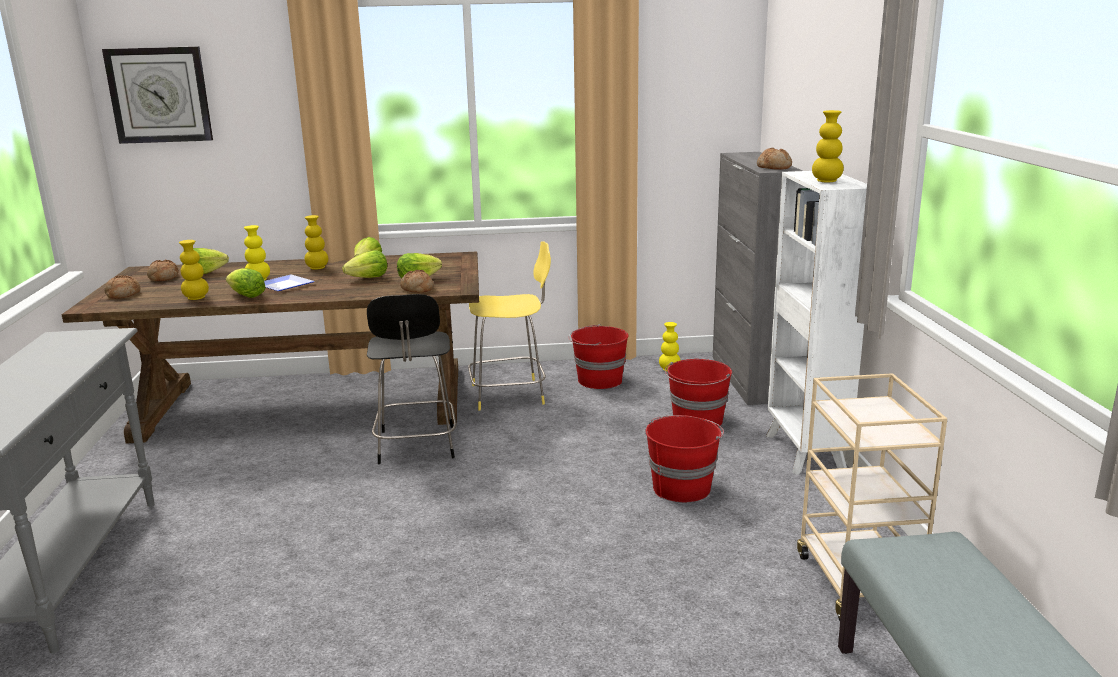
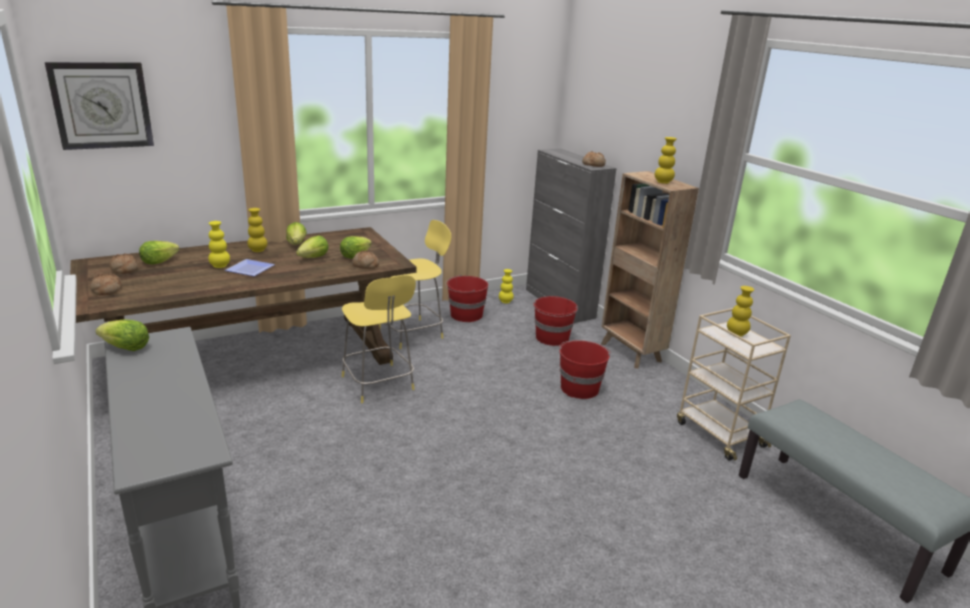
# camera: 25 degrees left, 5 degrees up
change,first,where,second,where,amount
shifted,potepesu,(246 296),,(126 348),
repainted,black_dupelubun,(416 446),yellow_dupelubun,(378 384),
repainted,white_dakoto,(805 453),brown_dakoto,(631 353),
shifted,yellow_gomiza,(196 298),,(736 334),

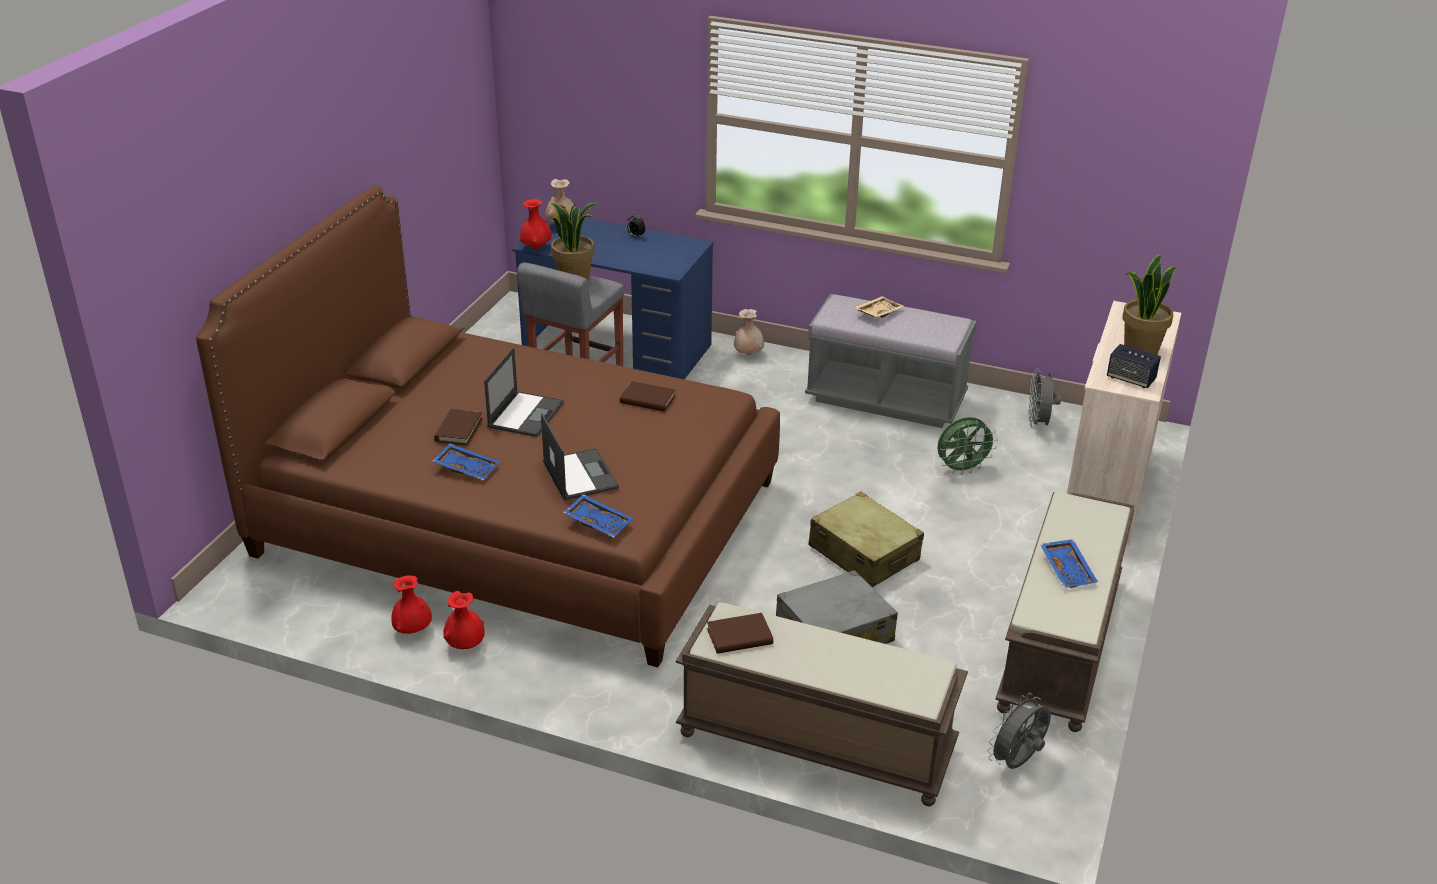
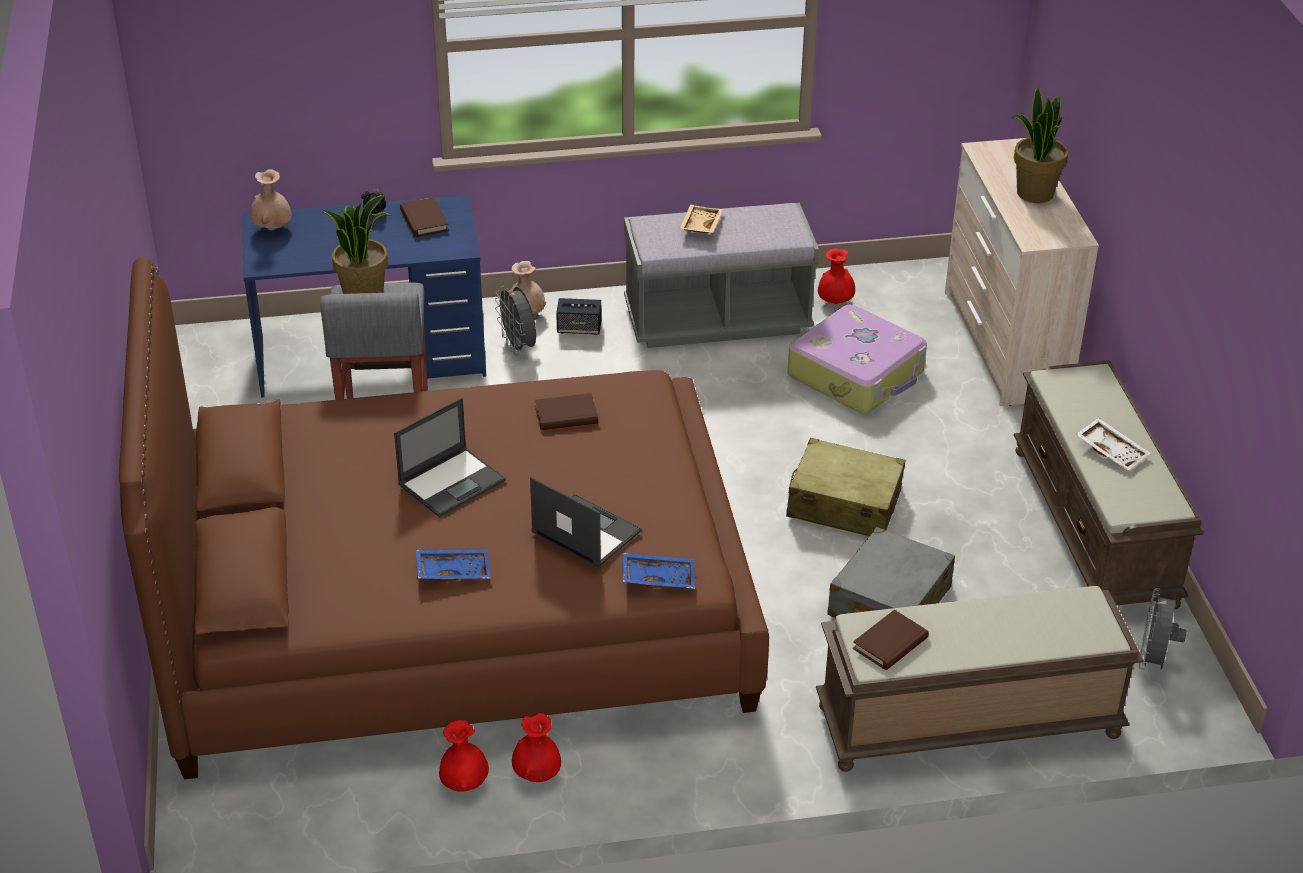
# camera: 30 degrees left, 5 degrees up
change,first,where,second,where,amount
rotated,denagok,(526 414),,(452 482),60 degrees clockwise
shifted,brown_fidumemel,(458 430),,(424 220),
shifted,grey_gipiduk,(1038 424),,(519 347),
shifted,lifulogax,(1130 379),,(579 328),
swapped,green_gipiduk,(962 469),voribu,(857 374),
shifted,red_gomiza,(536 248),,(835 302),
repainted,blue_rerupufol,(1068 570),white_rerupufol,(1112 450),

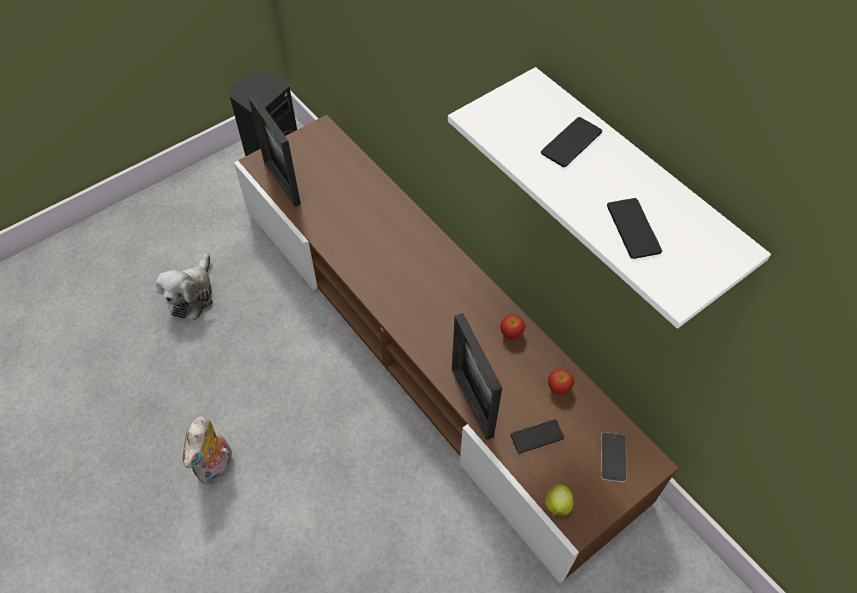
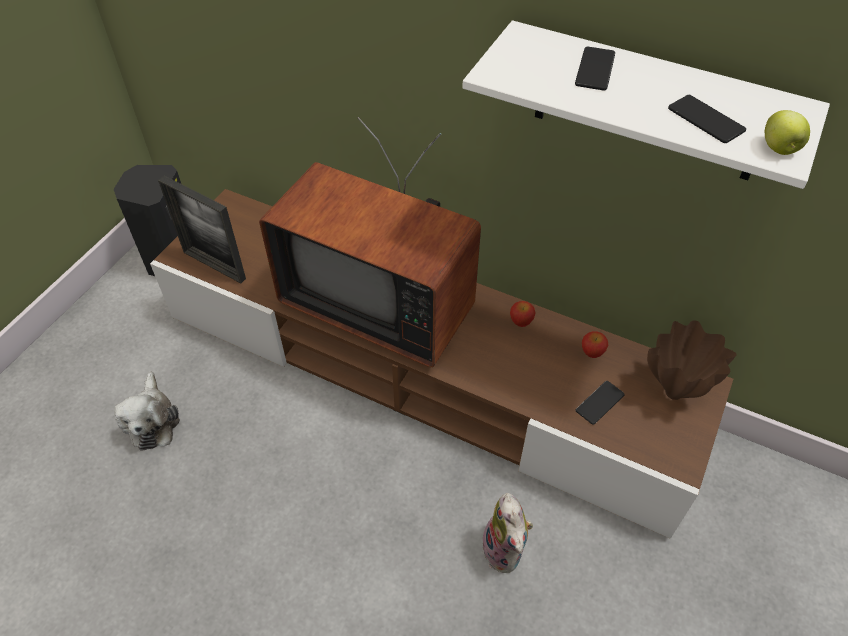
# camera: 25 degrees left, 5 degrees down
change,first,where,second,where,amount
new,,,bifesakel,(381 300),
shifted,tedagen,(216 467),,(505 550),
swapped,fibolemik,(613 457),brown_gomiza,(675 392),
shifted,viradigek,(557 506),,(779 149),
gone,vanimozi,(472 403),,,

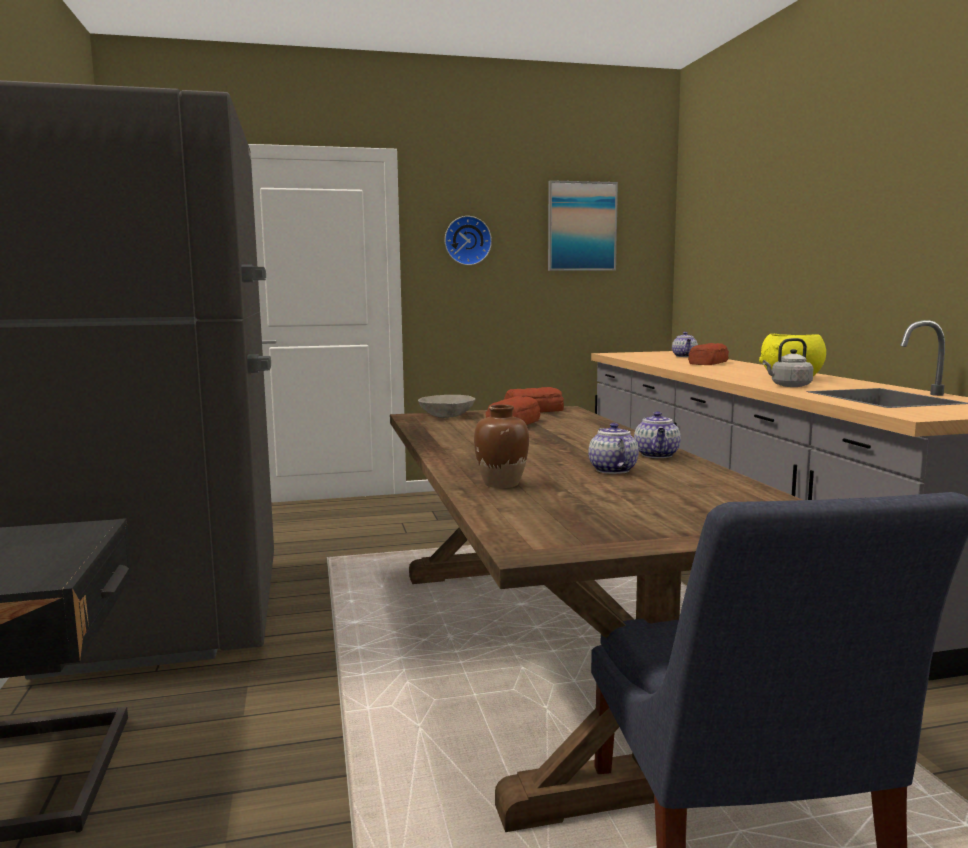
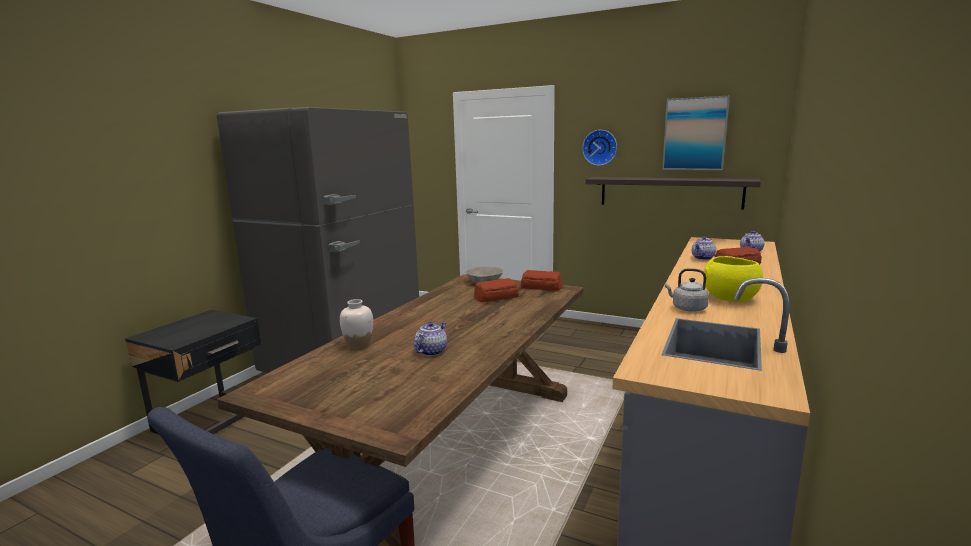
# camera: 40 degrees right, 5 degrees up
change,first,where,second,where,amount
repainted,brown_gomiza,(502 484),white_gomiza,(359 345),
new,,,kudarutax,(669 192),
shifted,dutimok,(657 455),,(703 258),

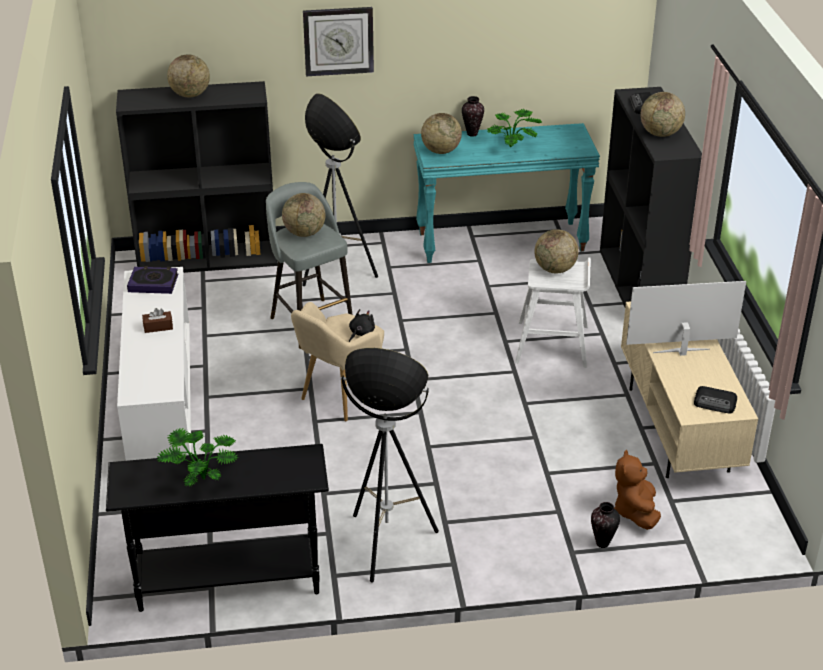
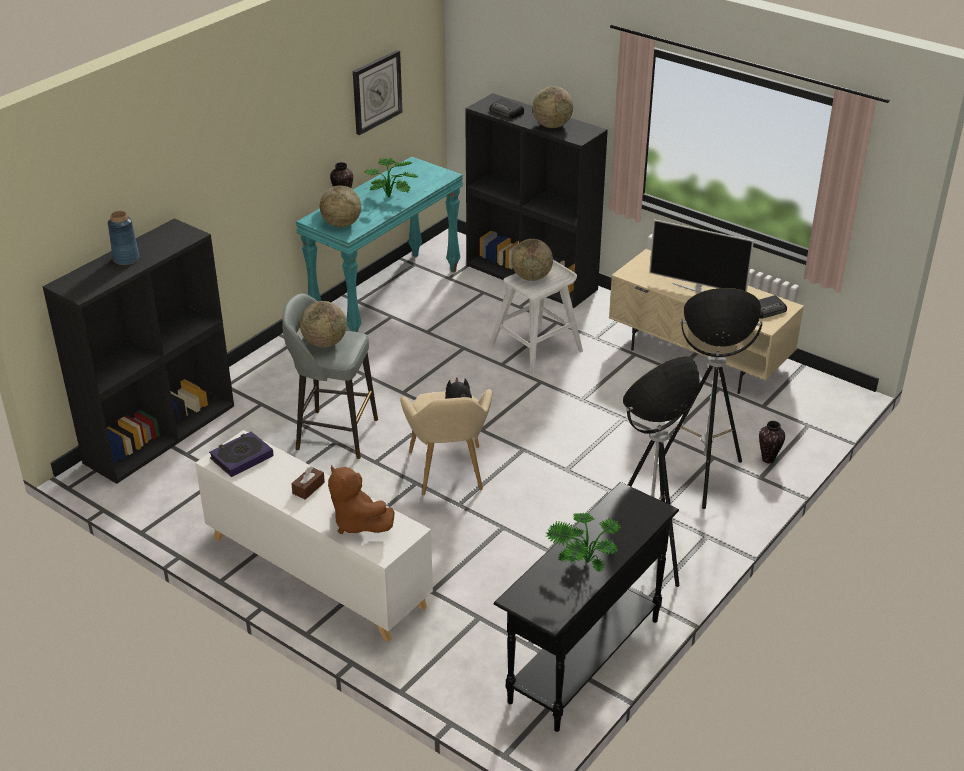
# camera: 45 degrees left, 0 degrees up
change,first,where,second,where,amount
swapped,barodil,(190 95),blue_gomiza,(126 259),
shifted,brown_tedagen,(635 511),,(358 523),
shifted,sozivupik,(338 41),,(376 92),
rotated,bifesakel,(681 352),,(697 289),105 degrees counterclockwise
shifted,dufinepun,(336 271),,(701 477),

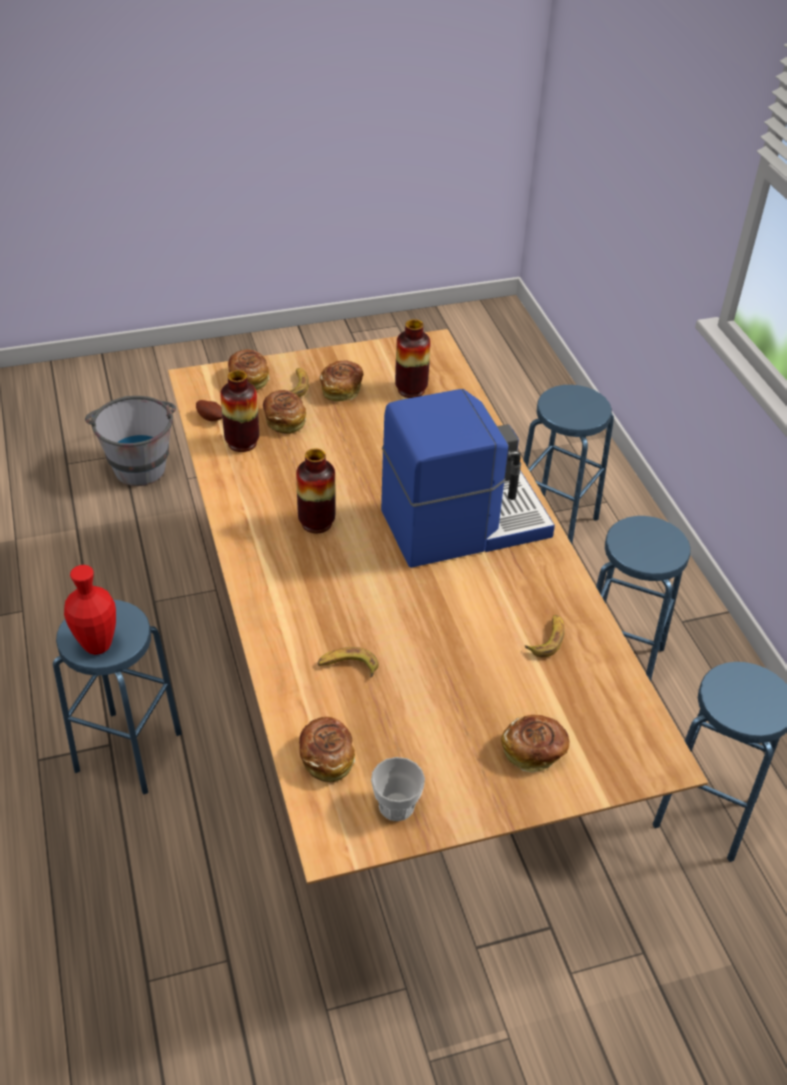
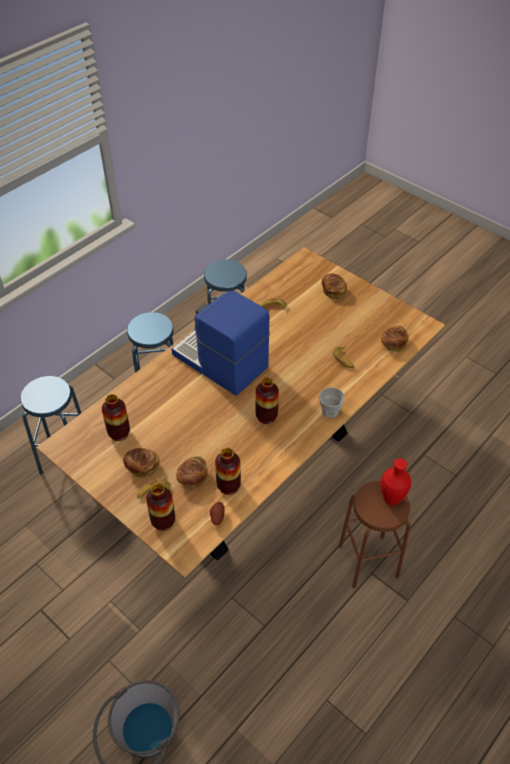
# camera: 120 degrees left, 5 degrees up
change,first,where,second,where,amount
swapped,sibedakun,(249 379),gomiza,(163 521),
shifted,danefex,(396 806),,(330 411),
repainted,blue_dupelubun,(128 751),brown_dupelubun,(368 561),

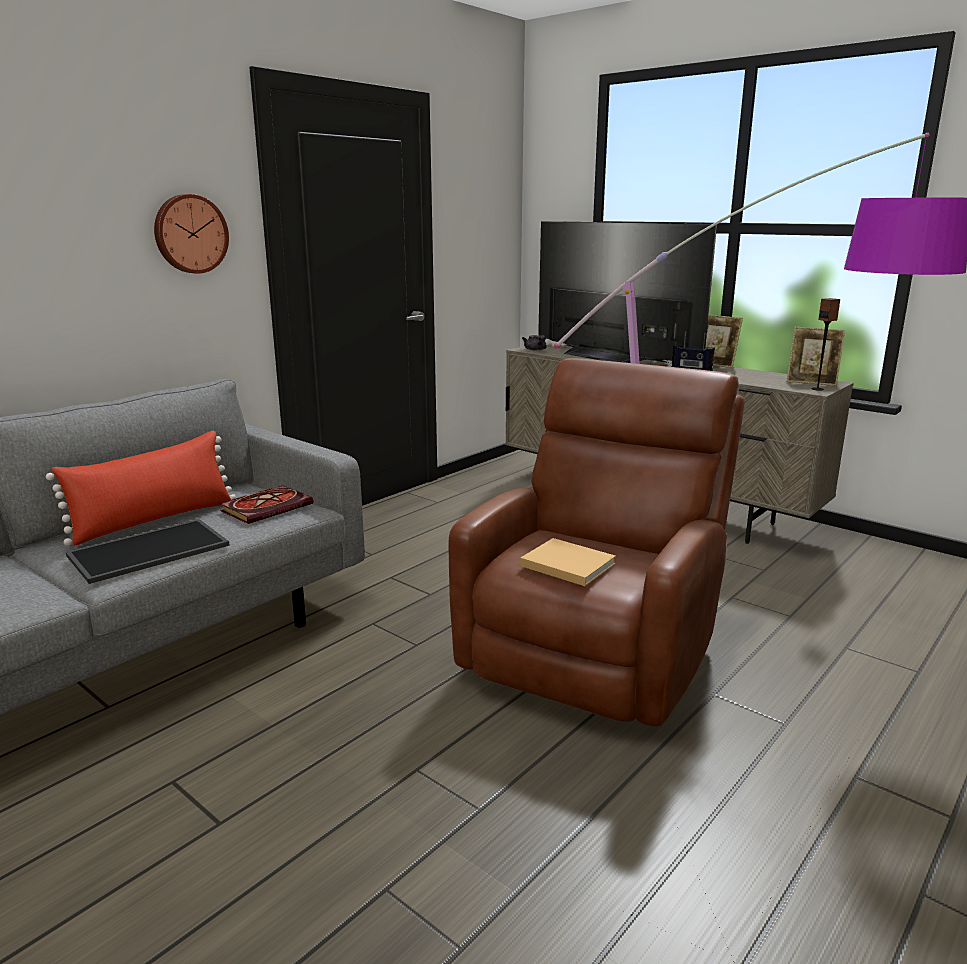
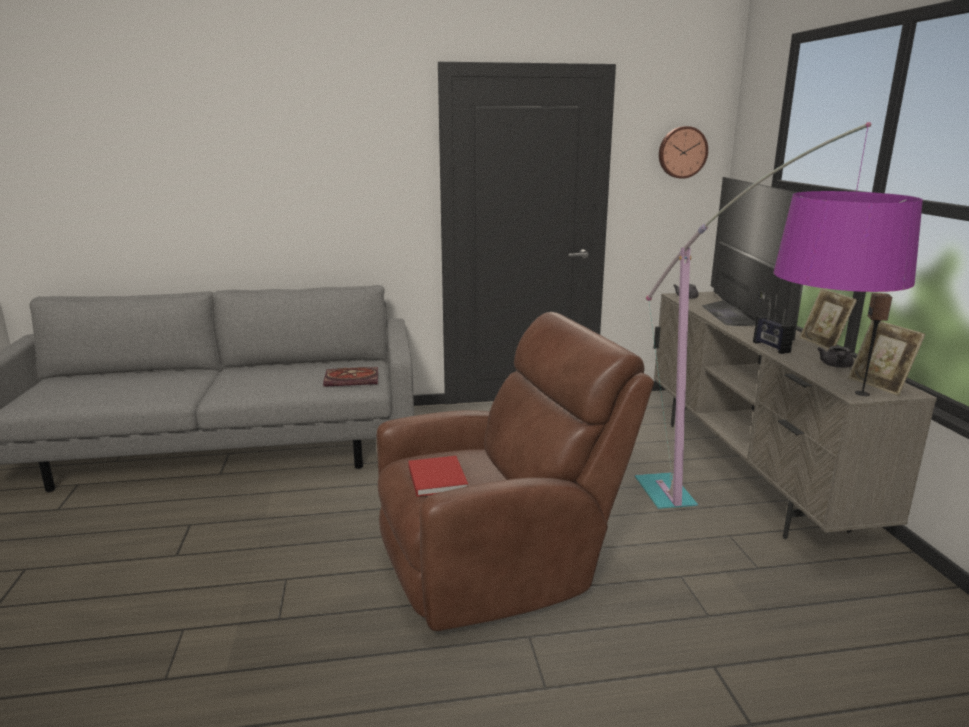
# camera: 40 degrees right, 0 degrees up
change,first,where,second,where,amount
repainted,beige_fidumemel,(565 564),red_fidumemel,(437 477),
shifted,sozivupik,(190 234),,(682 152),
new,,,grey_dutimok,(836 366),
gone,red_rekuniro,(154 520),,,
gone,rerupufol,(150 549),,,

